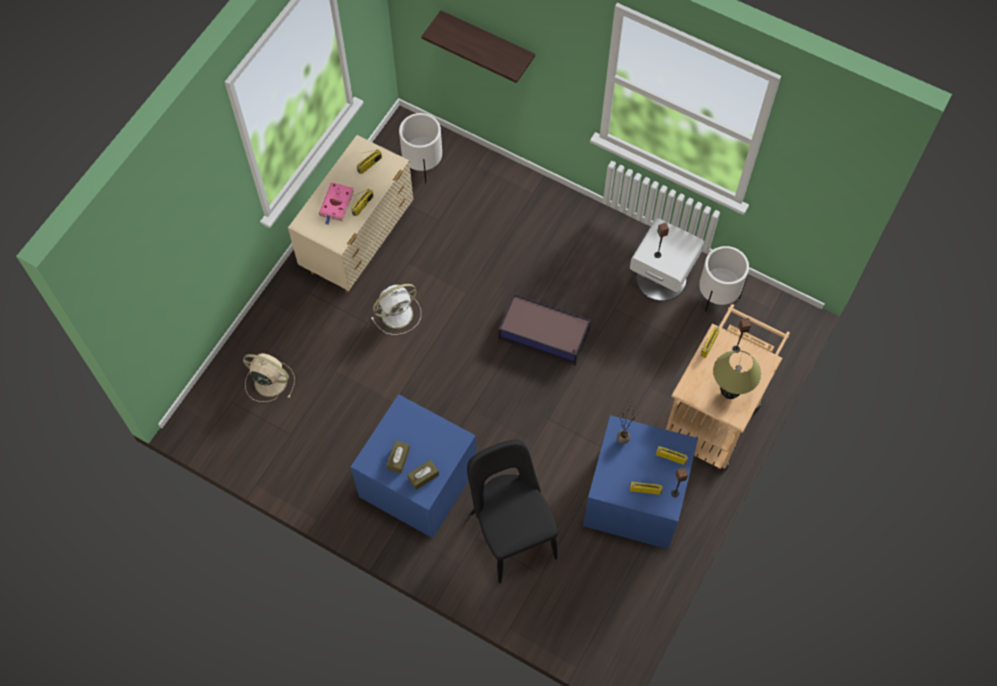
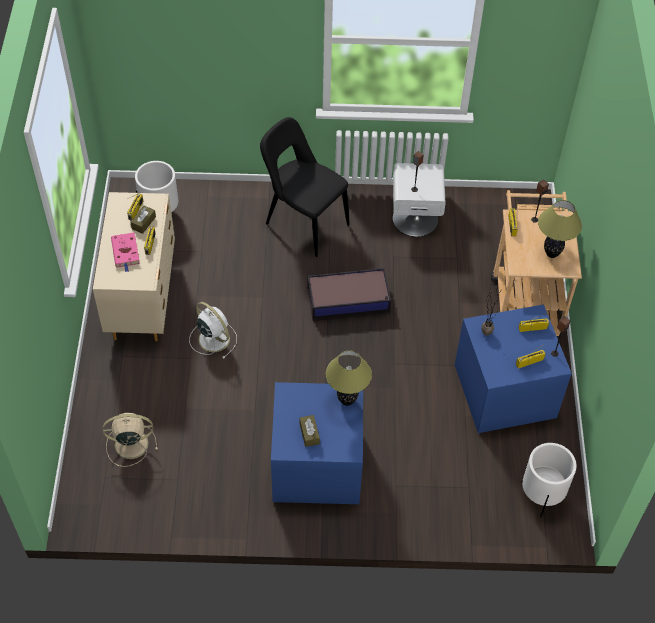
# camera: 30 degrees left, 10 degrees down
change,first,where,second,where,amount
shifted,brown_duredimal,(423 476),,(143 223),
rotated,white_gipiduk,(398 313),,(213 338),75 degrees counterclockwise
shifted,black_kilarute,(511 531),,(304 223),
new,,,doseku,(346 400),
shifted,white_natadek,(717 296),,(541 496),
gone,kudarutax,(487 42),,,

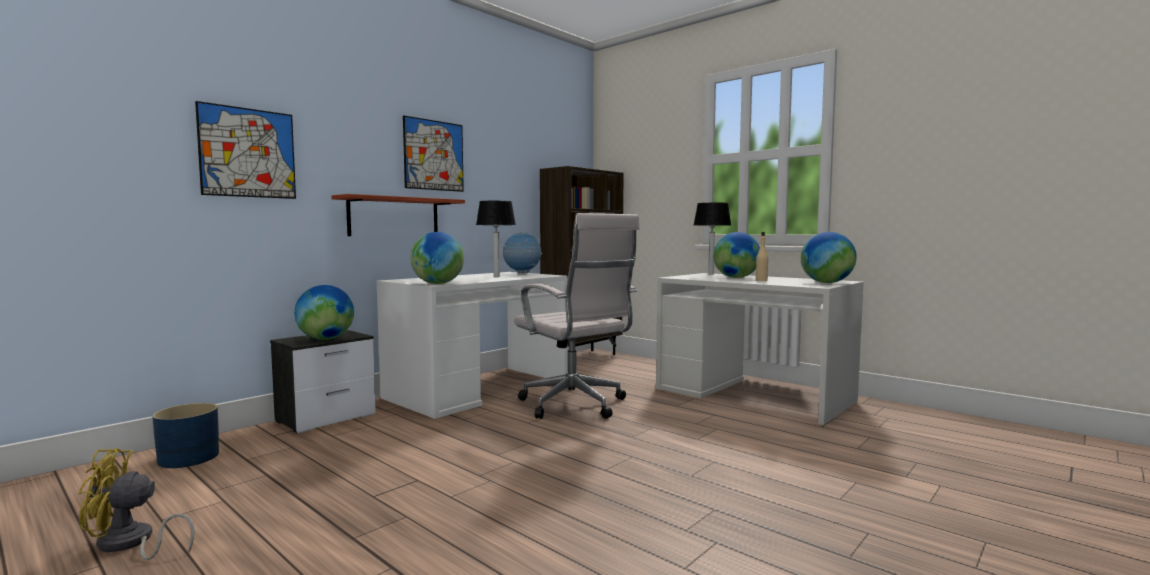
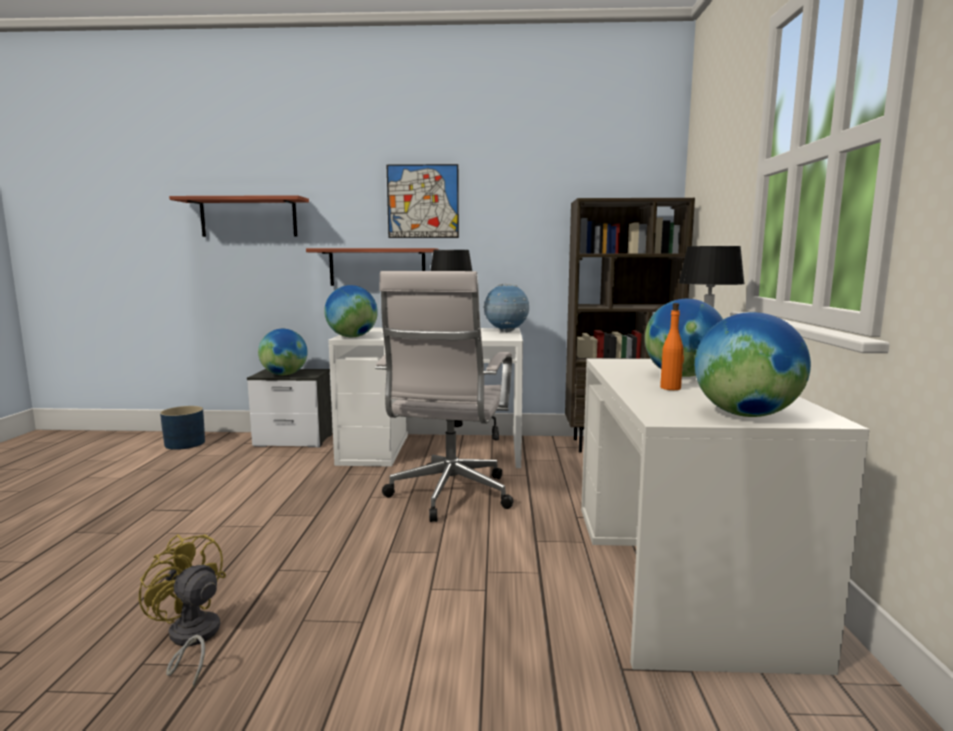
# camera: 50 degrees right, 5 degrees up
change,first,where,second,where,amount
shifted,yellow_gipiduk,(130 544),,(191 640),
swapped,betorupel,(248 153),kudarutax,(248 217),
repainted,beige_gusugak,(761 280),orange_gusugak,(671 388),

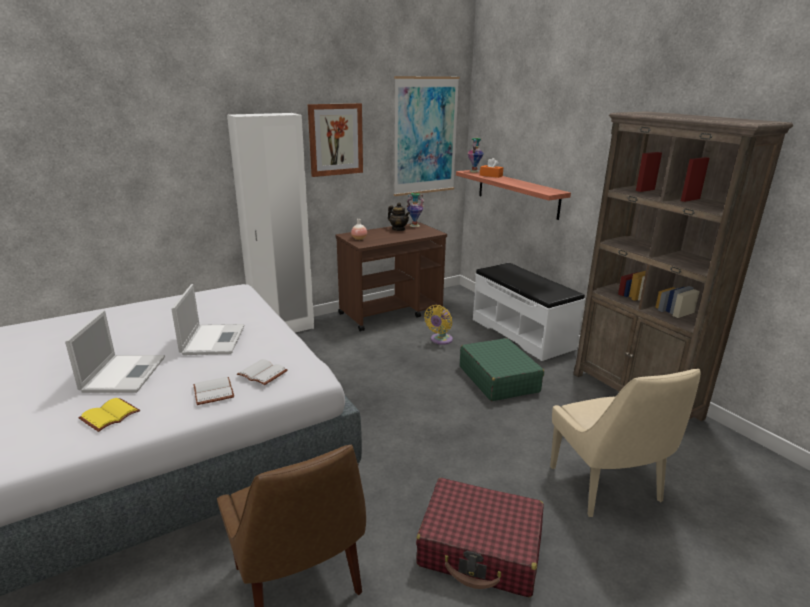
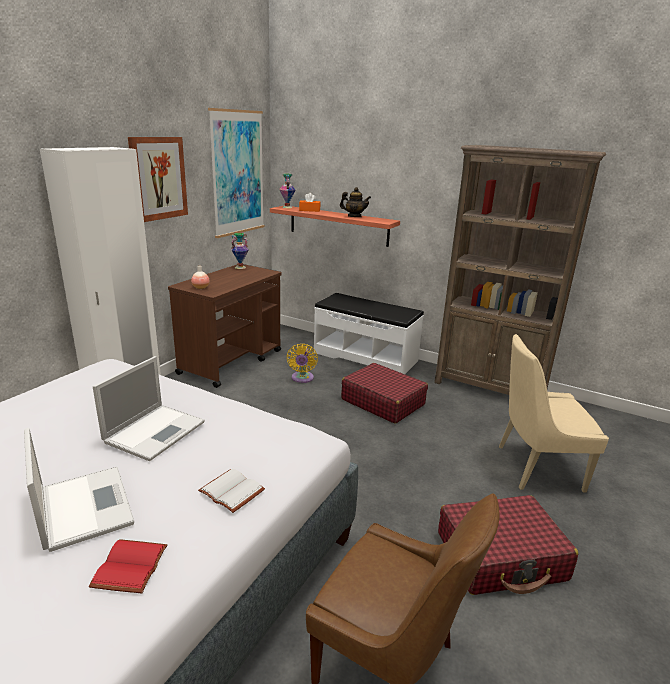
# camera: 30 degrees left, 0 degrees up
change,first,where,second,where,amount
repainted,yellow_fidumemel,(110 416),red_fidumemel,(131 568),
rotated,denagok,(213 339),,(156 431),60 degrees clockwise
shifted,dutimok,(398 229),,(354 216),
repainted,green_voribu,(498 379),red_voribu,(382 402),
rotated,beige_kilarute,(607 486),,(535 467),135 degrees clockwise
gone,white_fidumemel,(264 373),,,

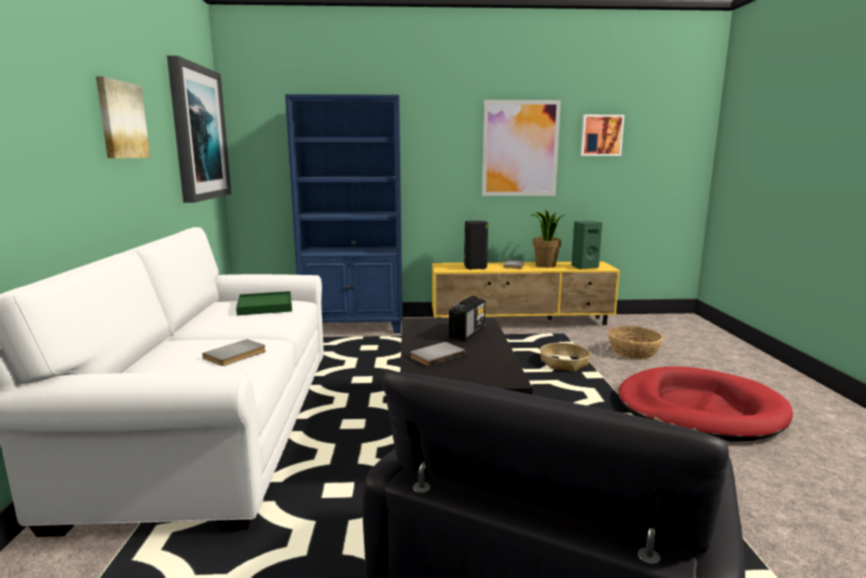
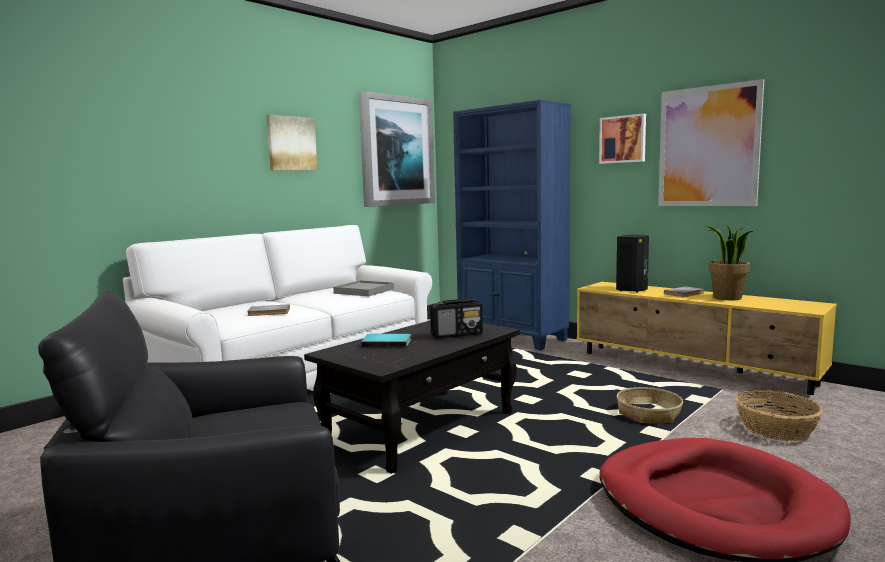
# camera: 45 degrees right, 5 degrees down
change,first,where,second,where,amount
repainted,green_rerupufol,(265 306),grey_rerupufol,(364 291),
repainted,grey_fidumemel,(436 355),turquoise_fidumemel,(387 342),
shifted,betorupel,(601 135),,(623 139),
gone,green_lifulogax,(584 267),,,

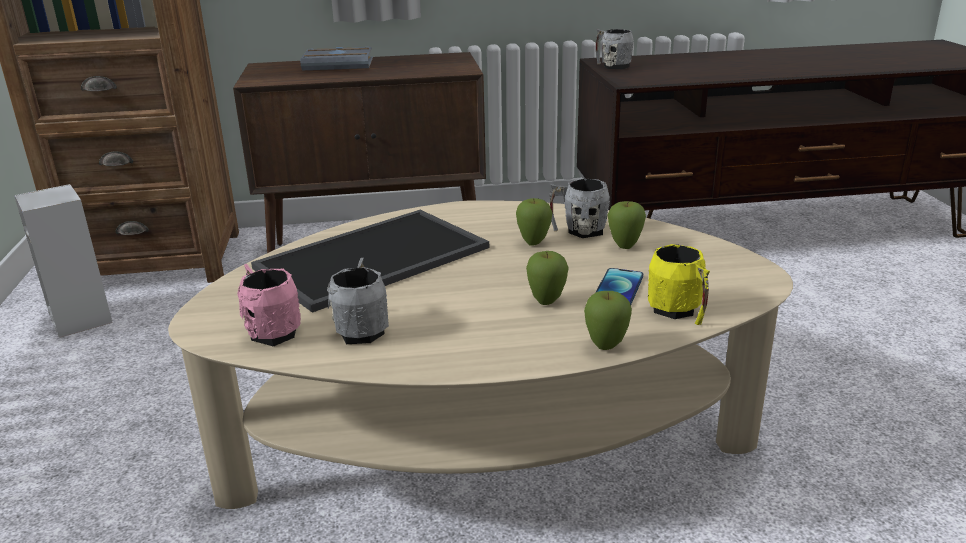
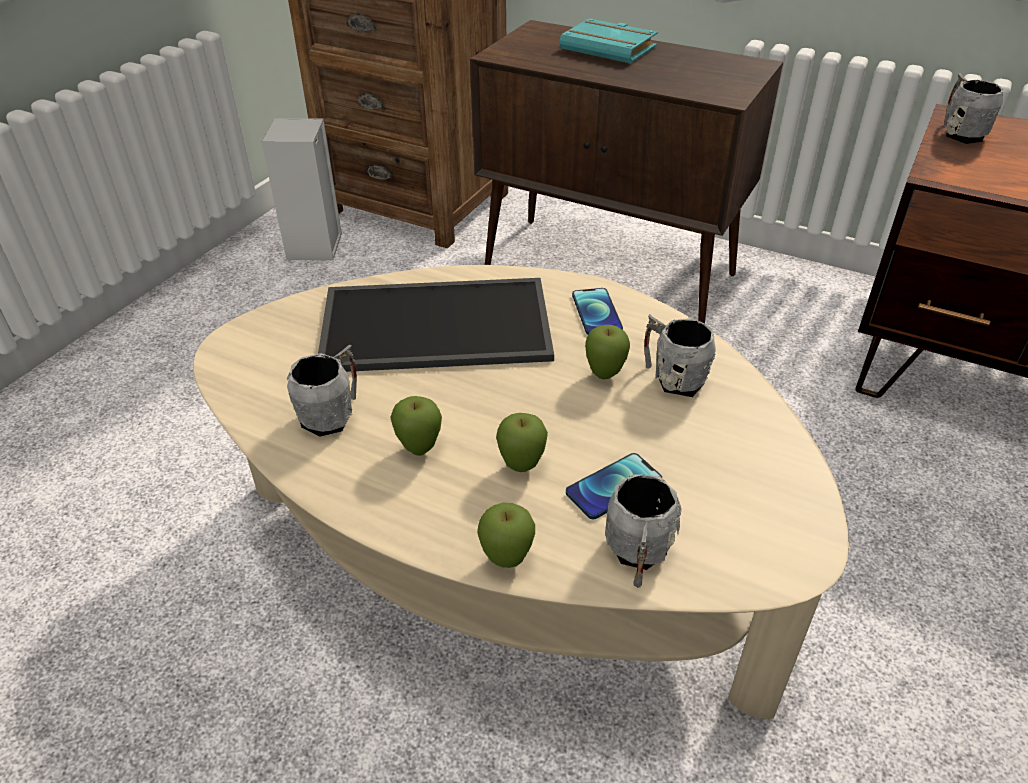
# camera: 35 degrees right, 15 degrees up
change,first,where,second,where,amount
shifted,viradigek,(625 246),,(419 449),
repainted,grey_fidumemel,(340 65),turquoise_fidumemel,(611 48),
new,,,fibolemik,(596 313),
repainted,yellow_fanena,(679 312),grey_fanena,(637 556),
gone,pink_fanena,(270 331),,,

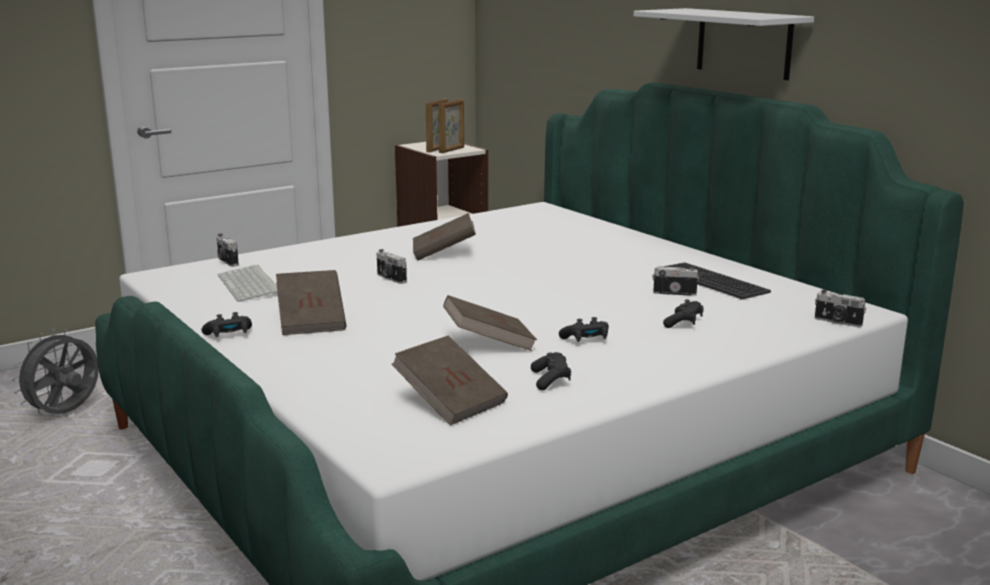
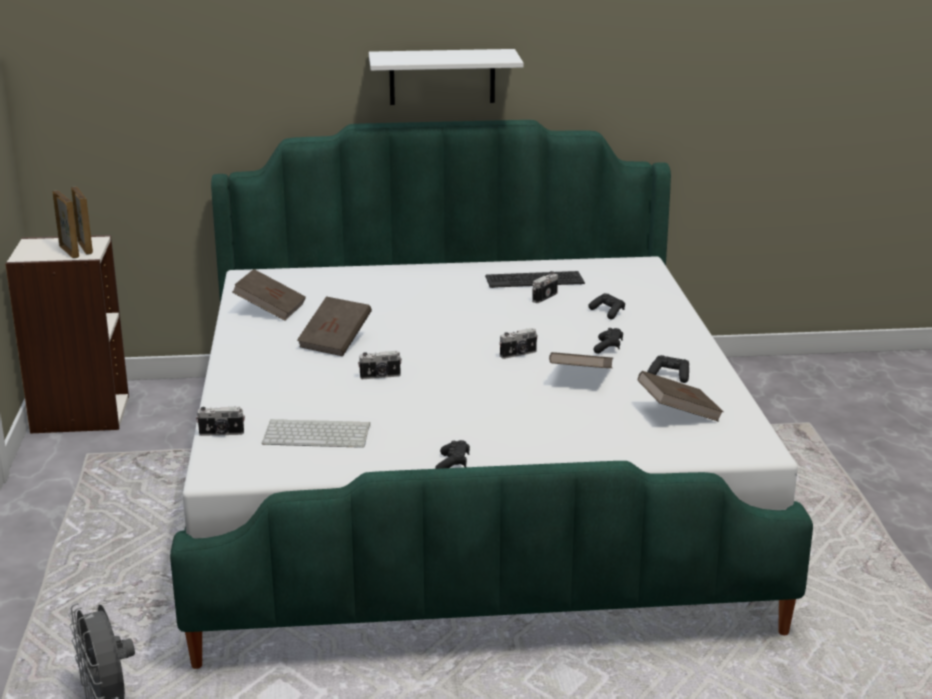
# camera: 60 degrees left, 5 degrees up
change,first,where,second,where,amount
shifted,brown_fidumemel,(311 321),,(270 309),
shifted,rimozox,(837 322),,(519 354),

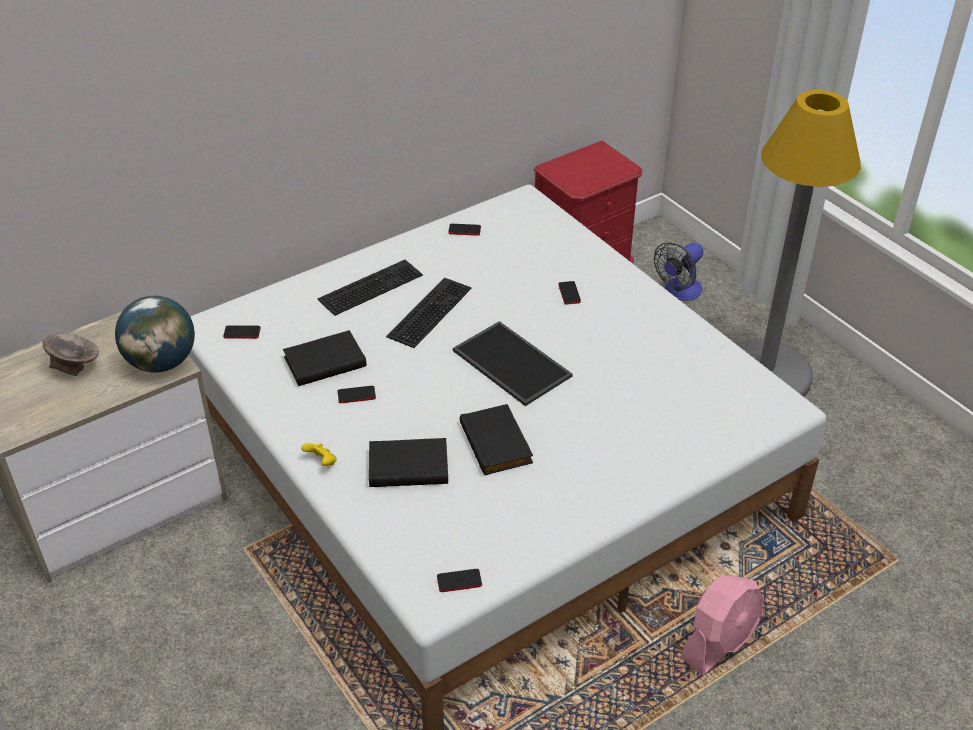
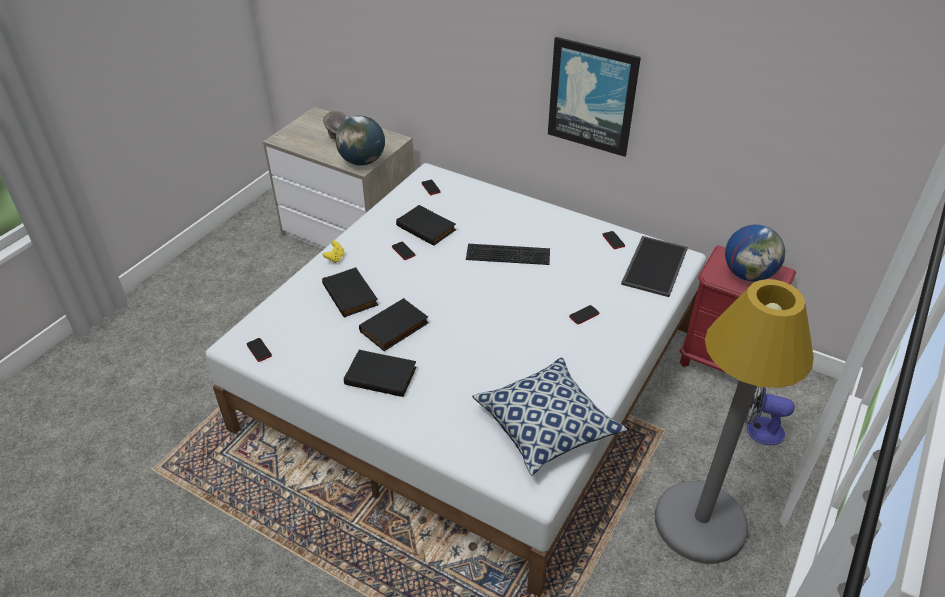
# camera: 65 degrees right, 0 degrees up
change,first,where,second,where,amount
new,,,black_fidumemel,(381 375),
new,,,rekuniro,(546 426),
new,,,betorupel,(592 96),
shifted,rerupufol,(509 363),,(653 265),
new,,,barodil,(748 274),
gone,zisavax,(370 286),,,
gone,pink_gipiduk,(720 641),,,

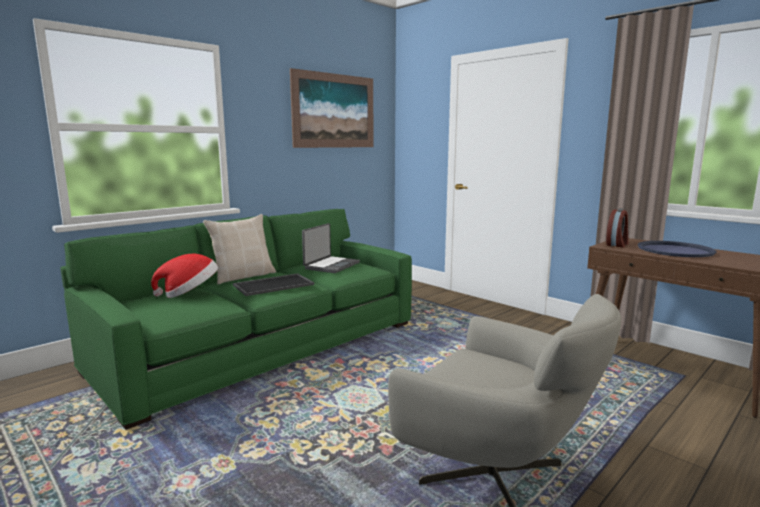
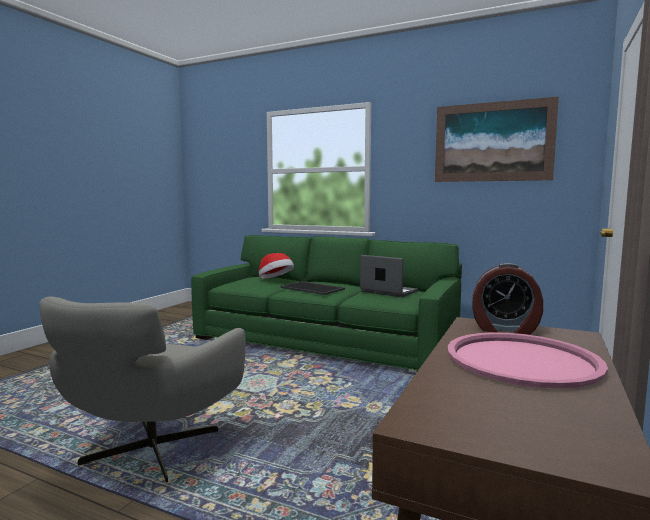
# camera: 70 degrees right, 5 degrees down
change,first,where,second,where,amount
rotated,denagok,(331 265),,(388 292),150 degrees counterclockwise
repainted,blue_rerupufol,(675 250),pink_rerupufol,(521 360),
gone,beige_rekuniro,(243 276),,,

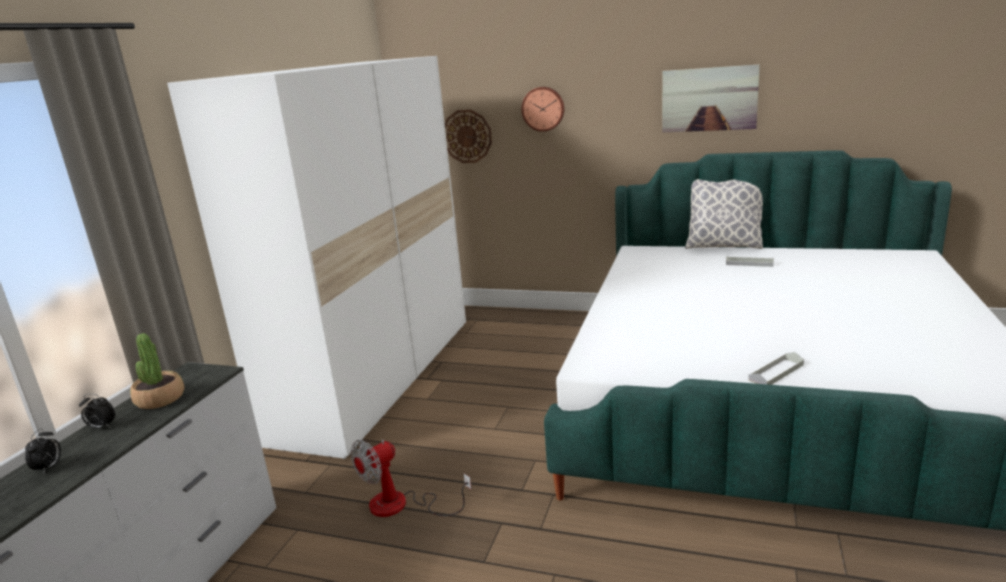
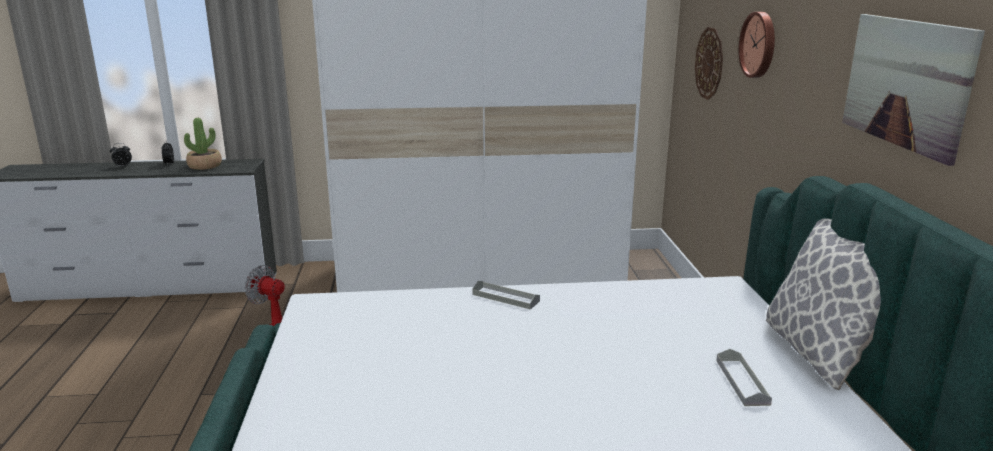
# camera: 65 degrees right, 0 degrees up
change,first,where,second,where,amount
shifted,grey_rerupufol,(776 372),,(505 298),

